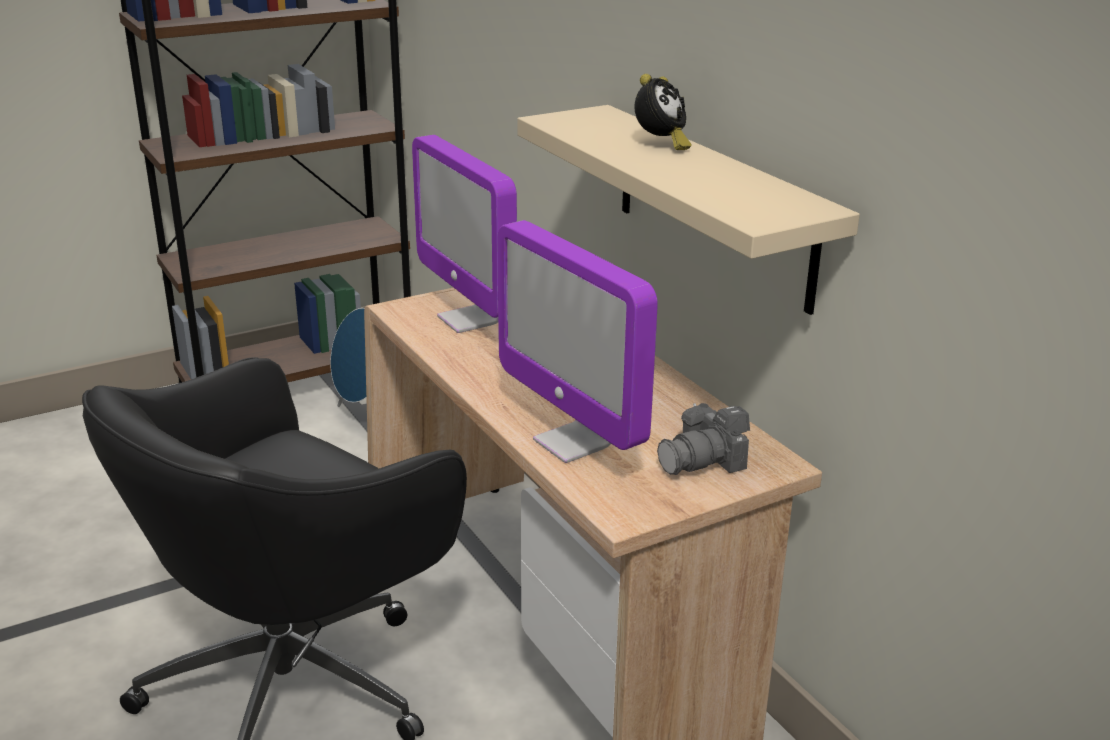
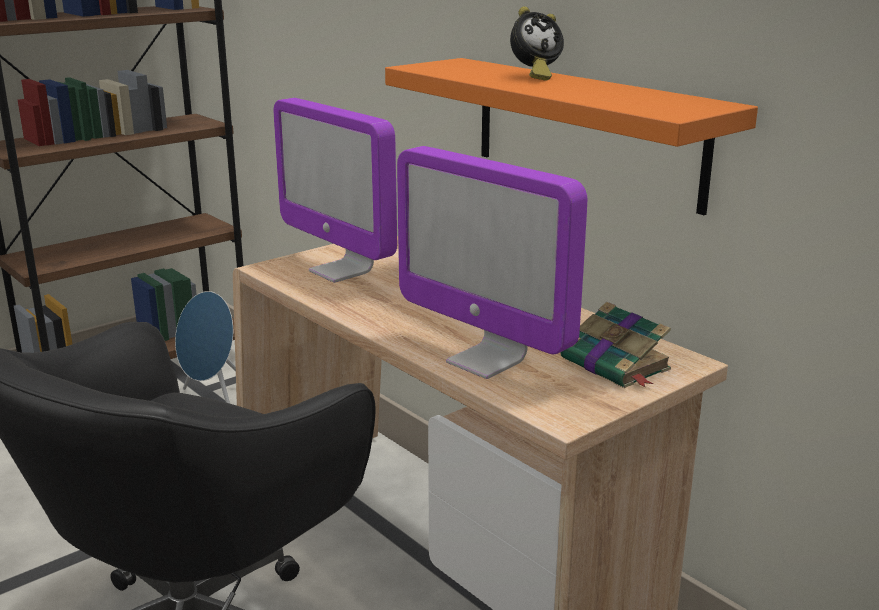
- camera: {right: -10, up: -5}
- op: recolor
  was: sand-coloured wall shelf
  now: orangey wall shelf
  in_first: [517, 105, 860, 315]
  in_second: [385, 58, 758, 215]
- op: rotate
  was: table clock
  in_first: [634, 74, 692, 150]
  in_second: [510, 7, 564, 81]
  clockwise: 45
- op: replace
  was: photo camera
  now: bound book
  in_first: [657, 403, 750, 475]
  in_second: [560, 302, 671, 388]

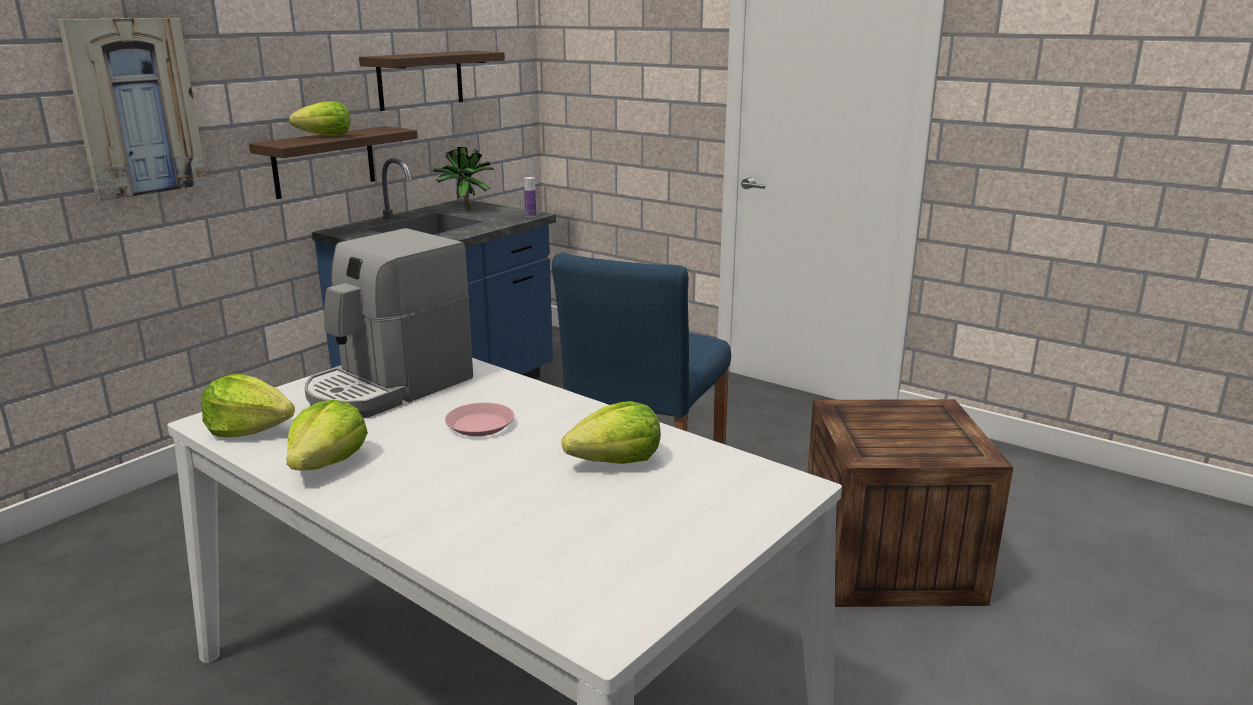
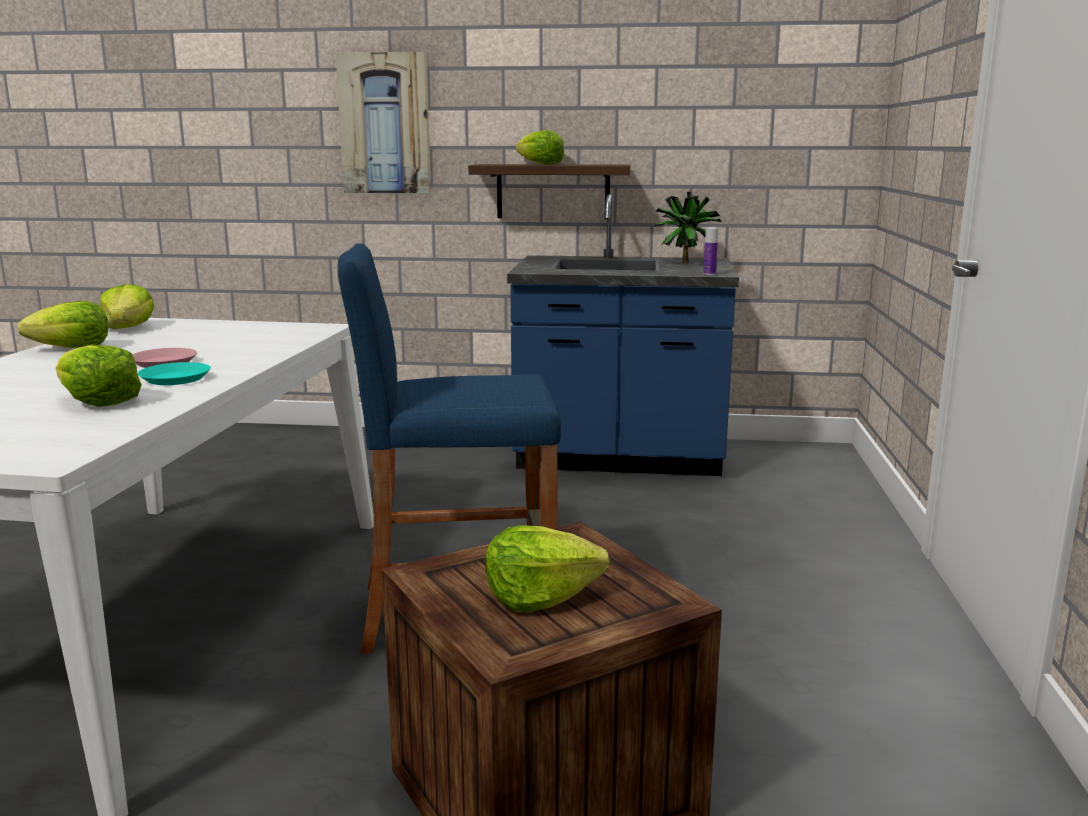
- camera: {right: 60, up: -5}
- op: insert
  now: turquoise plate
  in_second: [138, 362, 211, 385]
- op: insert
  now: lettuce head
  in_second: [485, 525, 609, 612]
- op: delete
  was: coffee machine
  in_first: [305, 228, 473, 418]
- op: delete
  was: wall shelf
  in_first: [359, 51, 505, 111]

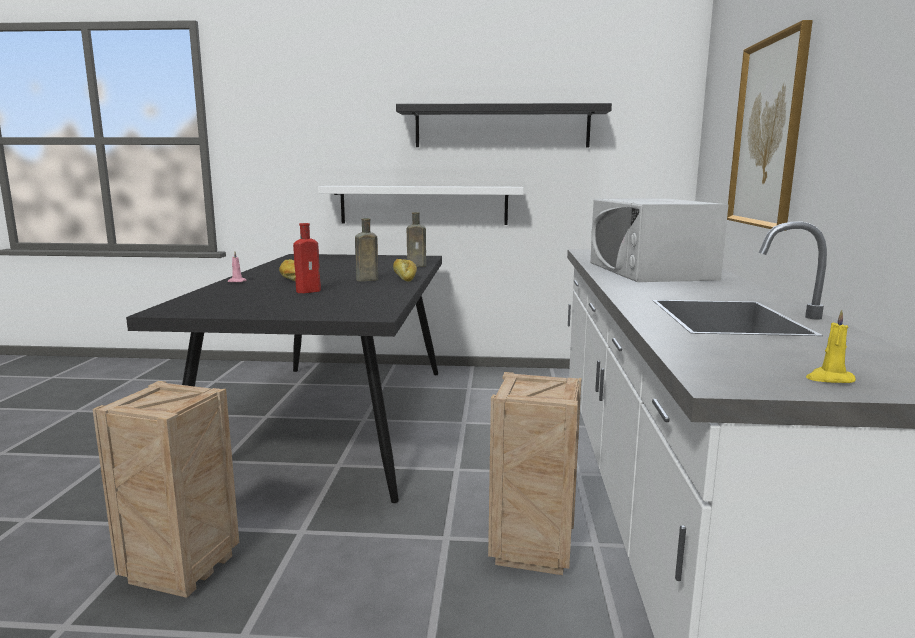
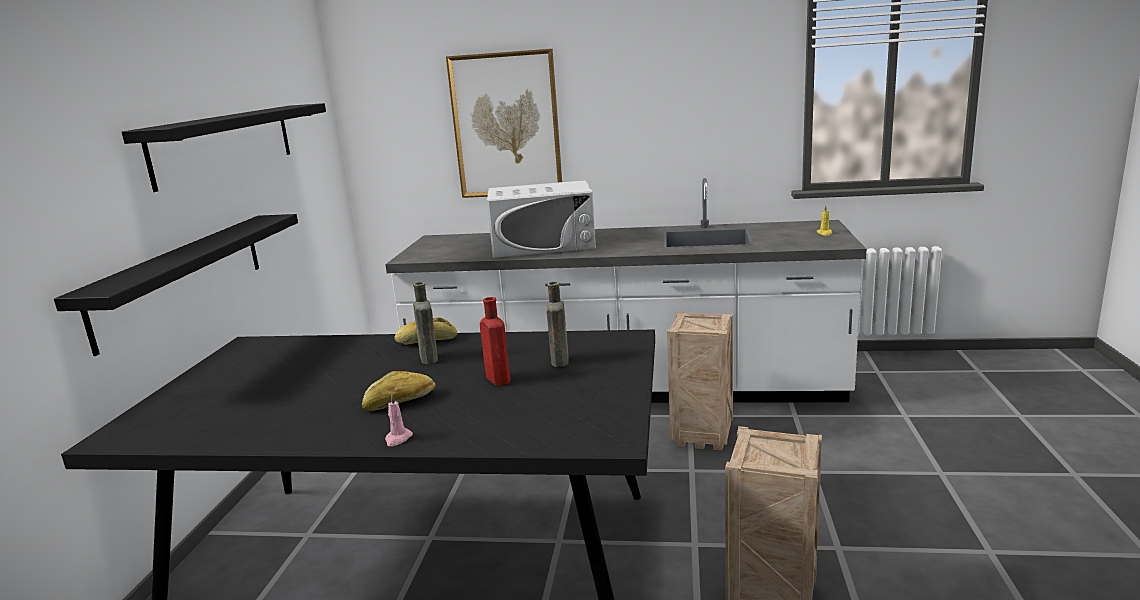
- camera: {right: -85, up: 5}
- op: recolor
  was: whitish wall shelf
  now: black-coloured wall shelf
  in_first: [318, 186, 524, 225]
  in_second: [54, 214, 298, 356]
- op: move
  was: brownish bottle
  in_first: [407, 212, 426, 267]
  in_second: [547, 282, 569, 367]

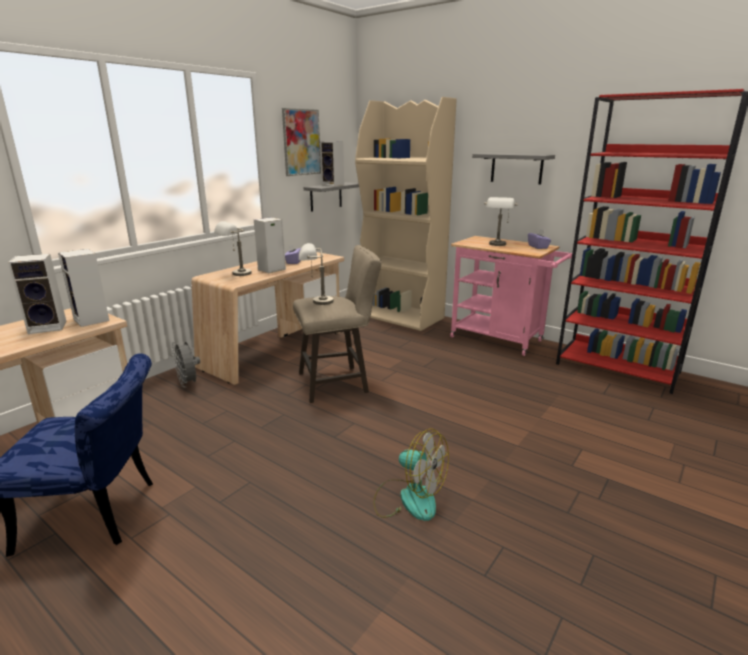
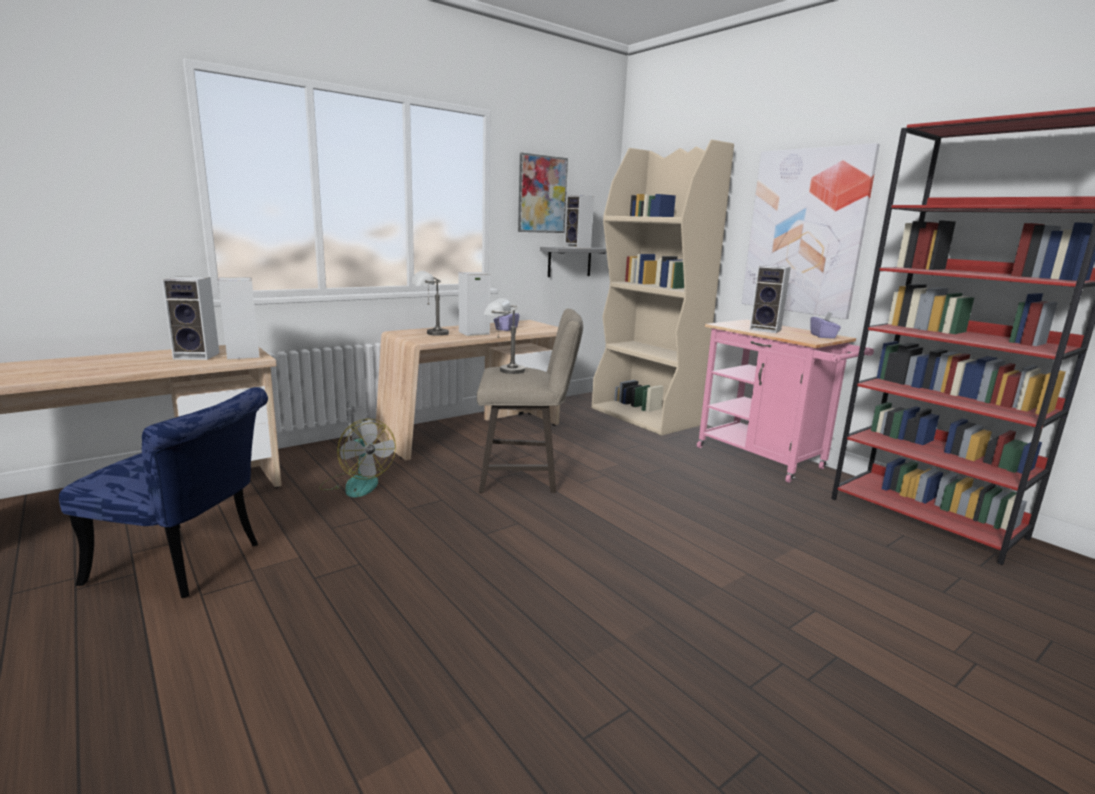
- camera: {right: 15, up: -5}
- op: move
  was: fan
  in_first: [373, 428, 449, 521]
  in_second: [319, 419, 396, 497]
- op: replace
  was: greyish wall shelf
  now: wall art
  in_first: [472, 153, 555, 185]
  in_second: [742, 143, 880, 319]
- op: replace
  was: greyish lamp for a table
  now: audio speaker
  in_first: [484, 197, 518, 246]
  in_second: [750, 265, 791, 333]

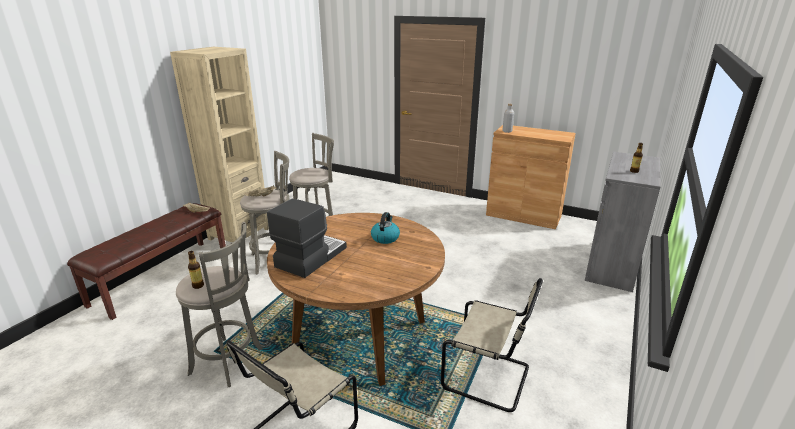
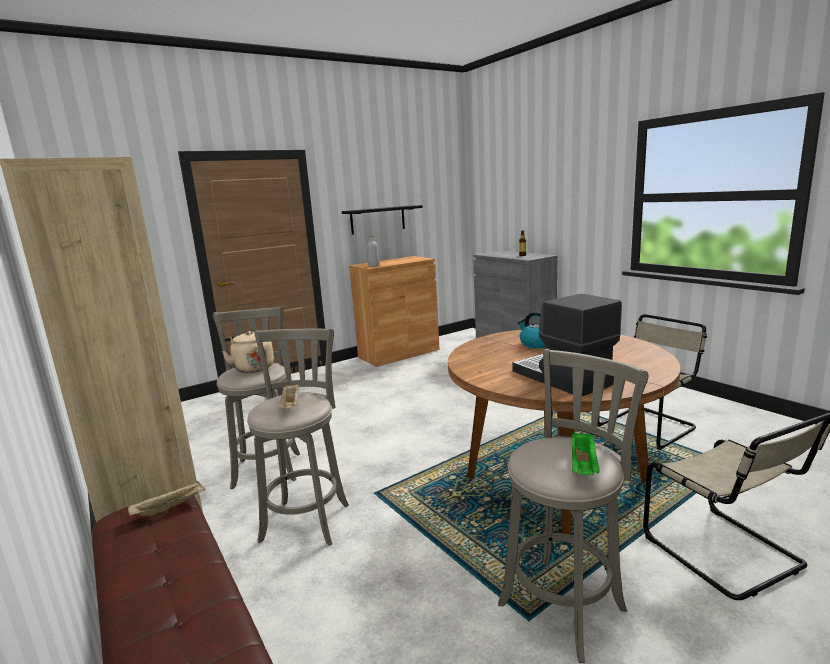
- camera: {right: -60, up: -10}
- op: insert
  now: sand-coloured water kettle
  in_second: [222, 330, 274, 373]
- op: insert
  now: black-coloured wall shelf
  in_second: [342, 205, 423, 235]
- op: replace
  was: bottle
  now: greenish tray
  in_first: [188, 251, 204, 289]
  in_second: [572, 431, 600, 475]

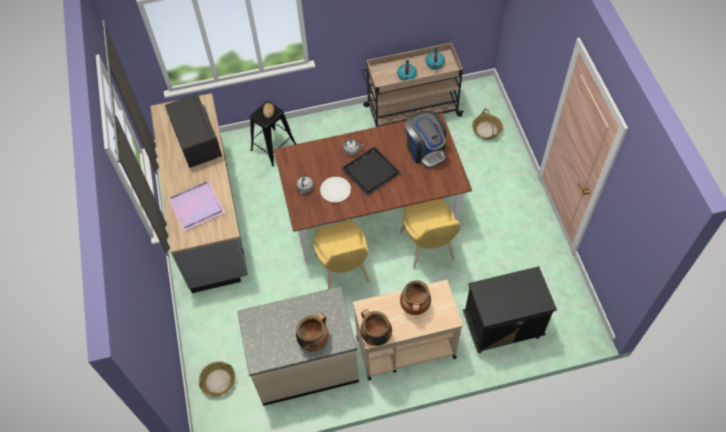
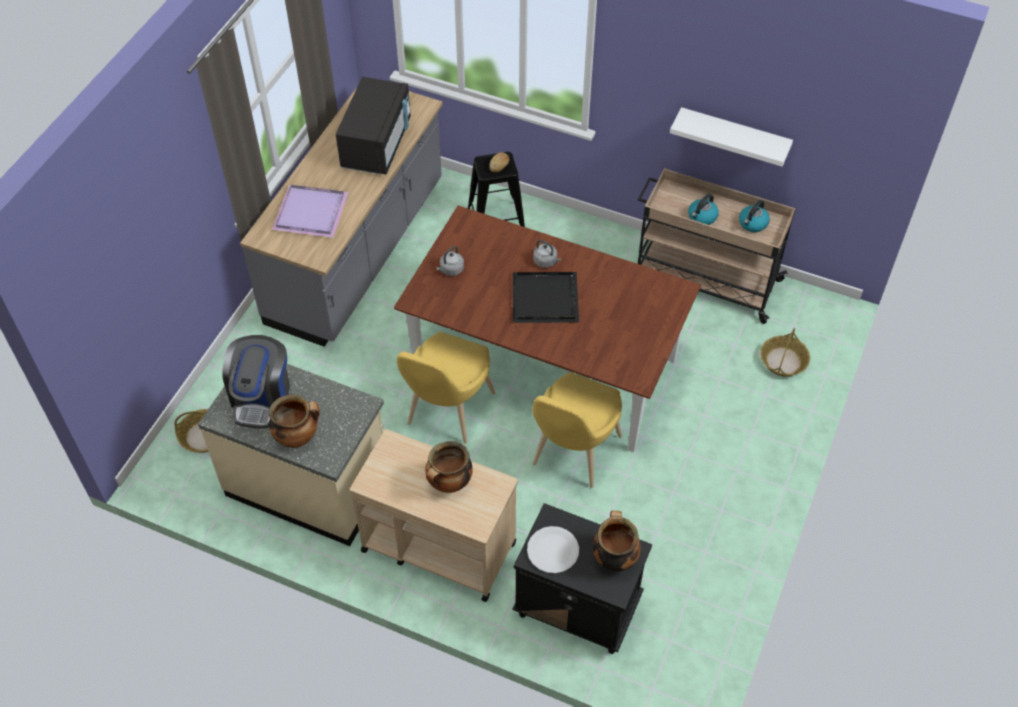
- camera: {right: 35, up: -5}
- op: move
  was: coffee machine
  in_first: [405, 111, 446, 168]
  in_second: [222, 335, 290, 428]
- op: move
  was: whitish plate
  in_first: [320, 177, 351, 203]
  in_second: [527, 526, 579, 573]
- op: move
  was: stockpot
  in_first: [360, 309, 392, 346]
  in_second: [593, 510, 641, 571]
- op: insert
  now: whitish wall shelf
  in_second: [670, 107, 793, 166]

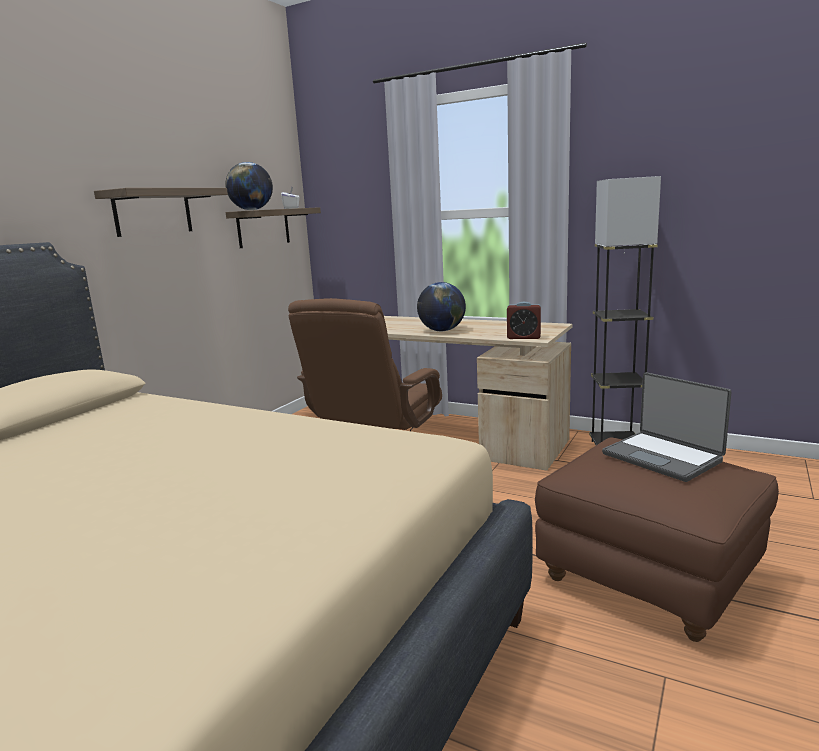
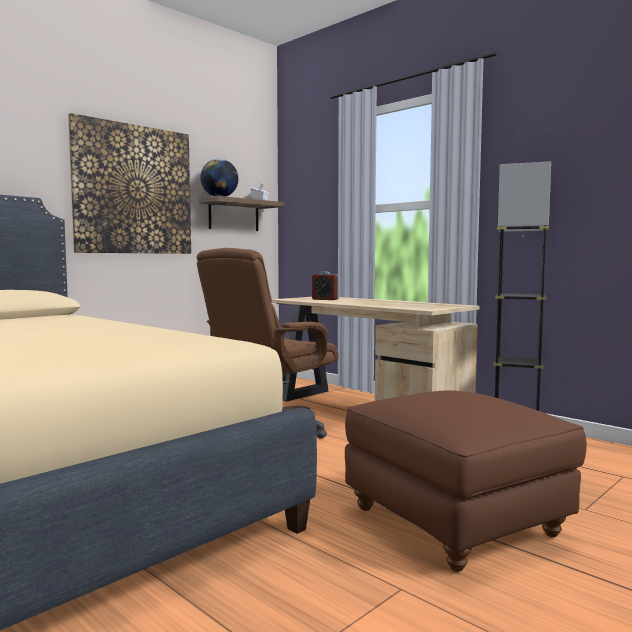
- camera: {right: 15, up: -10}
- op: replace
  was: wall shelf
  now: wall art
  in_first: [94, 188, 228, 237]
  in_second: [68, 113, 191, 254]
- op: move
  was: table clock
  in_first: [507, 302, 541, 339]
  in_second: [312, 272, 339, 300]
- op: delete
  was: globe
  in_first: [417, 282, 466, 331]
- op: delete
  was: portable computer
  in_first: [602, 372, 731, 482]

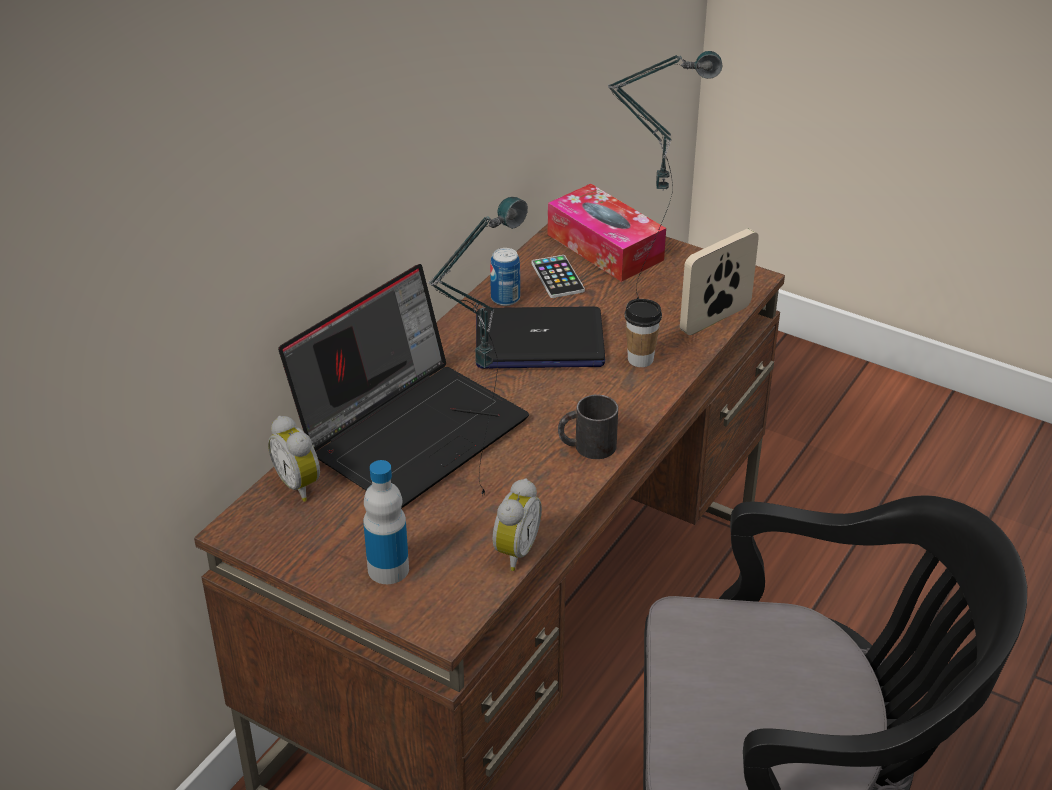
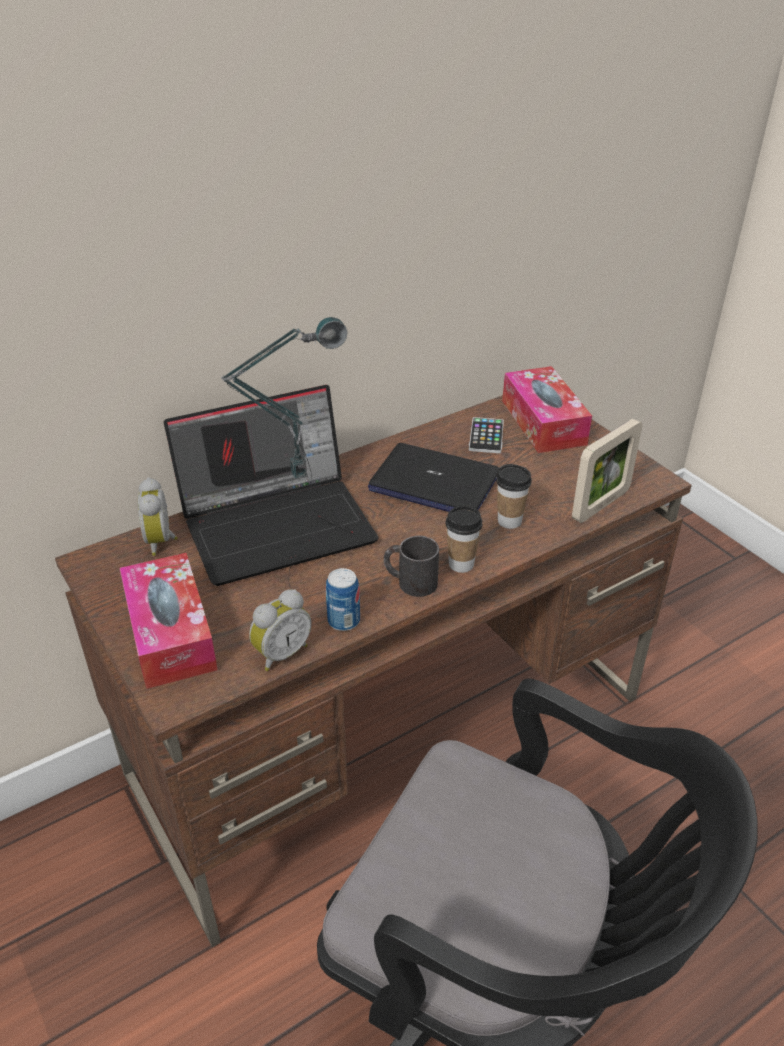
- camera: {right: 25, up: 0}
- op: replace
  was: bottle
  now: tissue holder
  in_first: [363, 460, 409, 584]
  in_second: [120, 553, 218, 689]
- op: move
  was: can
  in_first: [490, 248, 520, 306]
  in_second: [326, 568, 360, 631]
- op: insert
  now: small cup
  in_second: [445, 505, 483, 573]
- op: rotate
  was: picture frame
  in_first: [680, 228, 759, 335]
  in_second: [572, 419, 642, 523]
  clockwise: 150
- op: delete
  was: lamp for a table
  in_first: [608, 51, 722, 299]

